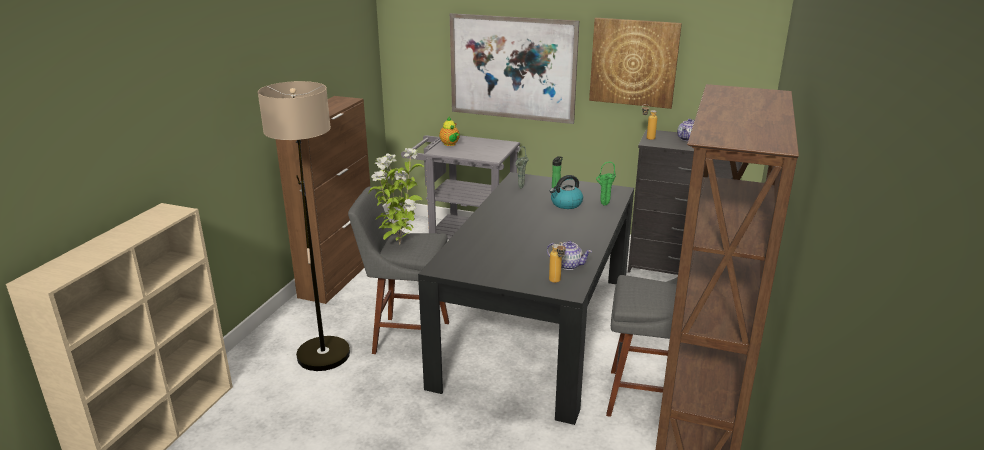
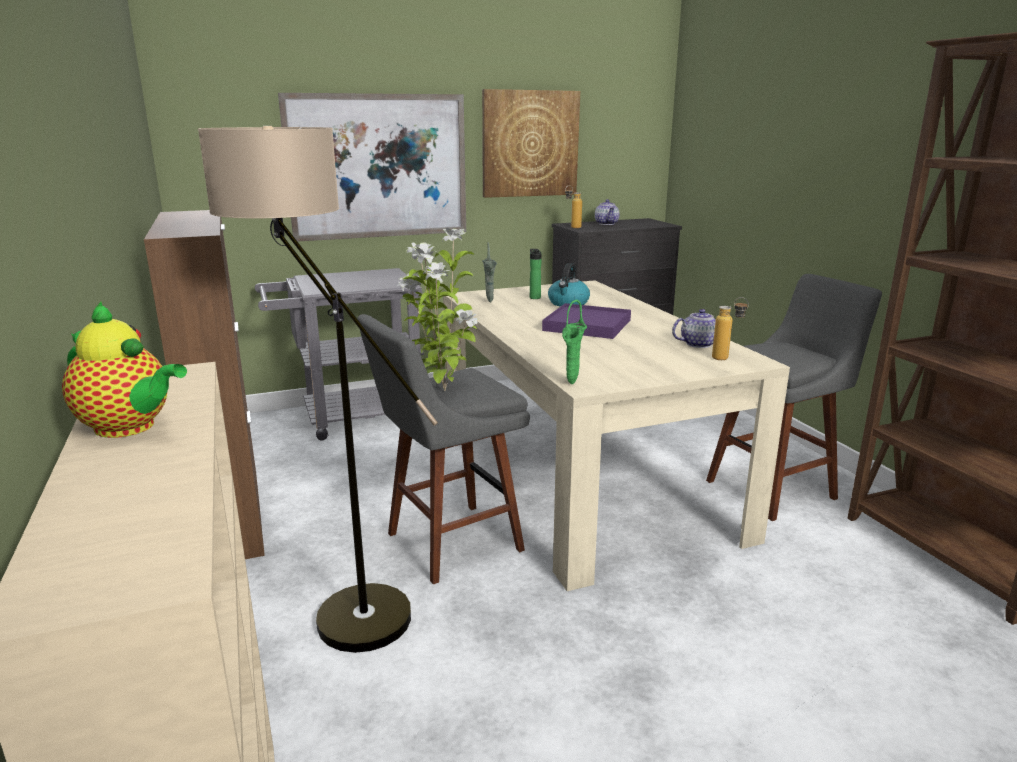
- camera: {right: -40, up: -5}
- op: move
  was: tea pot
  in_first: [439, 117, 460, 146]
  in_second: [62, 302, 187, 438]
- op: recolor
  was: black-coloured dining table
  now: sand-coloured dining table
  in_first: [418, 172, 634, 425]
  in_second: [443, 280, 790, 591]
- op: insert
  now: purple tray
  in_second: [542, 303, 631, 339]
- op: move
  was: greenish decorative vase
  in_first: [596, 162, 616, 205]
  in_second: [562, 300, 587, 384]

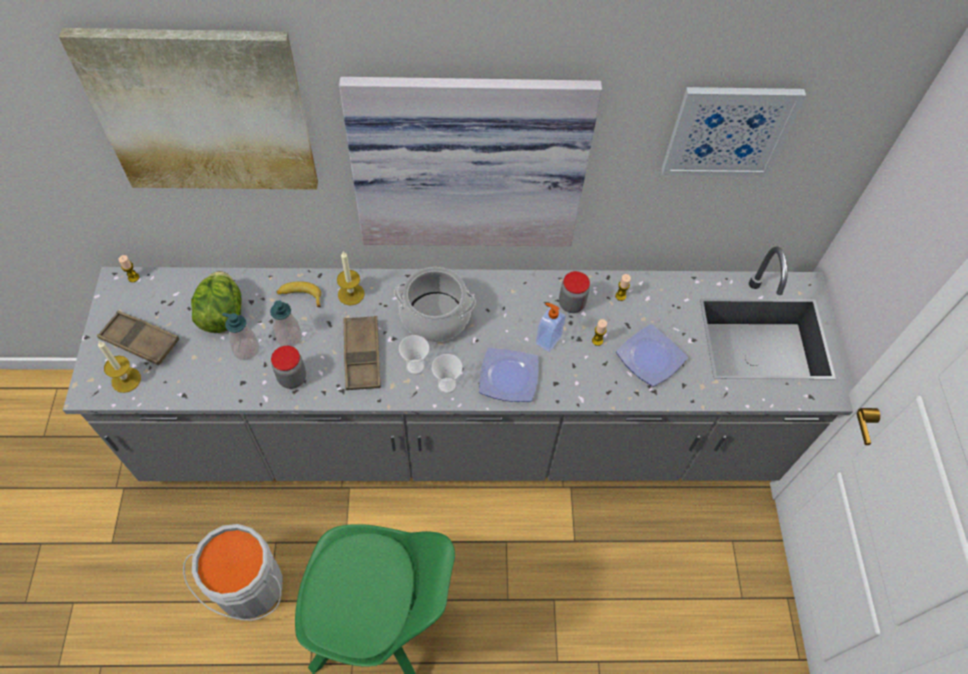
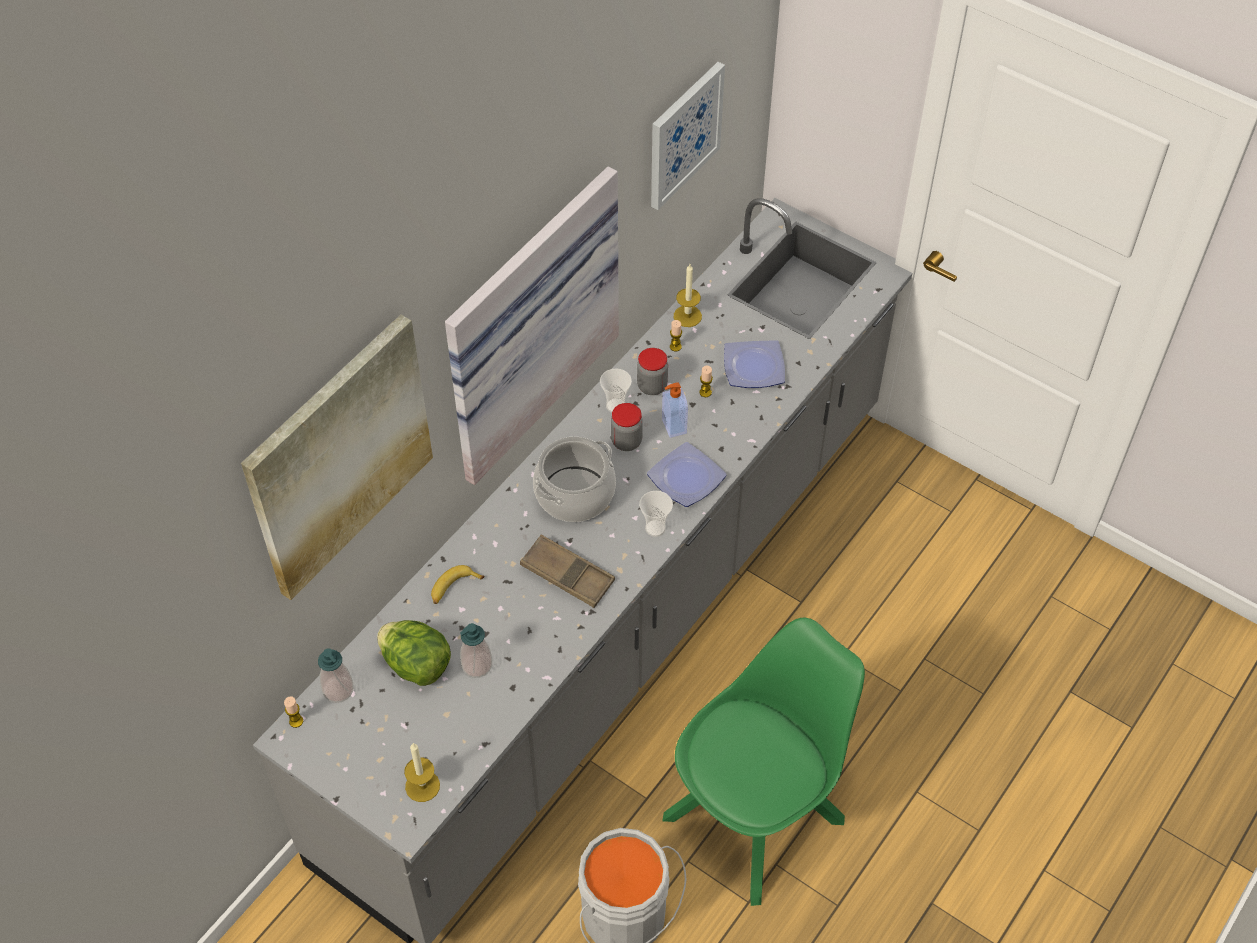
- camera: {right: -50, up: -5}
- op: move
  was: liquid soap bottle
  in_first: [270, 300, 302, 346]
  in_second: [318, 648, 354, 703]
- op: move
  was: small cup
  in_first: [399, 335, 429, 375]
  in_second: [600, 369, 632, 413]
- op: move
  was: preserve jar
  in_first: [271, 346, 306, 389]
  in_second: [611, 403, 643, 451]
- op: move
  was: wax light
  in_first: [337, 251, 365, 305]
  in_second: [674, 264, 702, 327]
- op: delete
  was: brownish tray
  in_first: [97, 311, 179, 365]

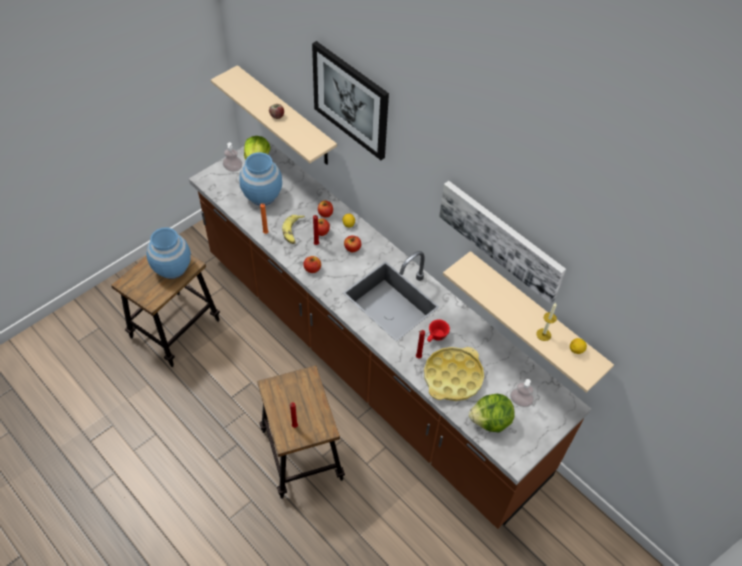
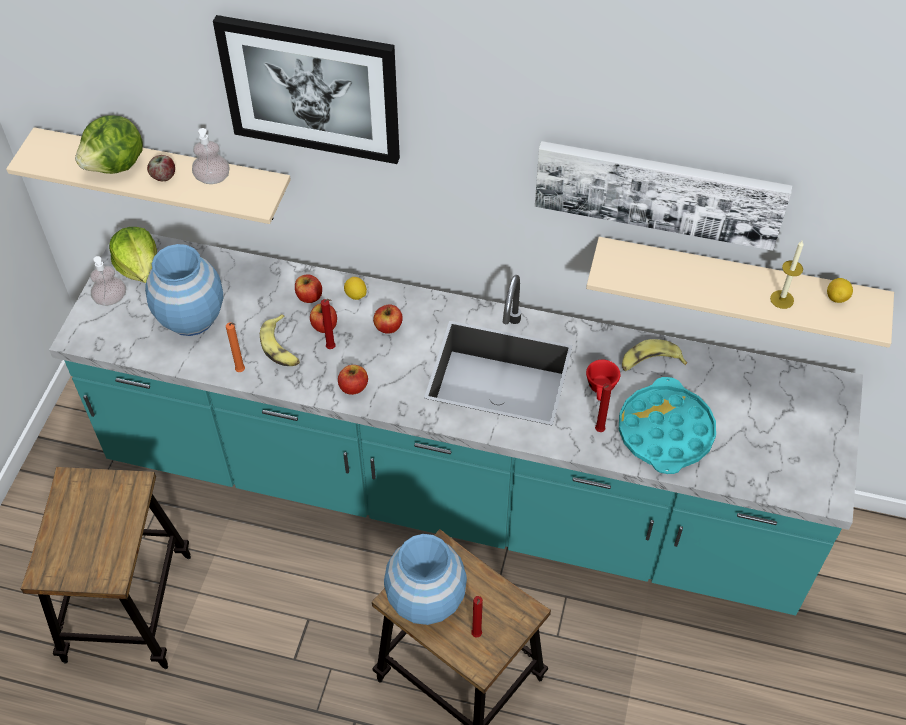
- camera: {right: -30, up: 0}
- op: recolor
  was: brownish counter
  now: turquoise counter
  in_first: [189, 136, 591, 529]
  in_second: [49, 227, 863, 615]
- op: move
  was: lettuce head
  in_first: [469, 394, 514, 432]
  in_second: [75, 115, 143, 174]
- op: move
  was: liquid soap bottle
  in_first: [510, 379, 534, 407]
  in_second: [192, 128, 230, 184]
- op: move
  was: bluish decorative vase
  in_first: [146, 227, 191, 279]
  in_second: [384, 534, 467, 625]
- op: recolor
  was: yellow-coloured tray
  now: turquoise tray
  in_first: [424, 347, 484, 401]
  in_second: [619, 377, 716, 474]
- op: insert
  now: banana
  in_second: [622, 339, 687, 371]

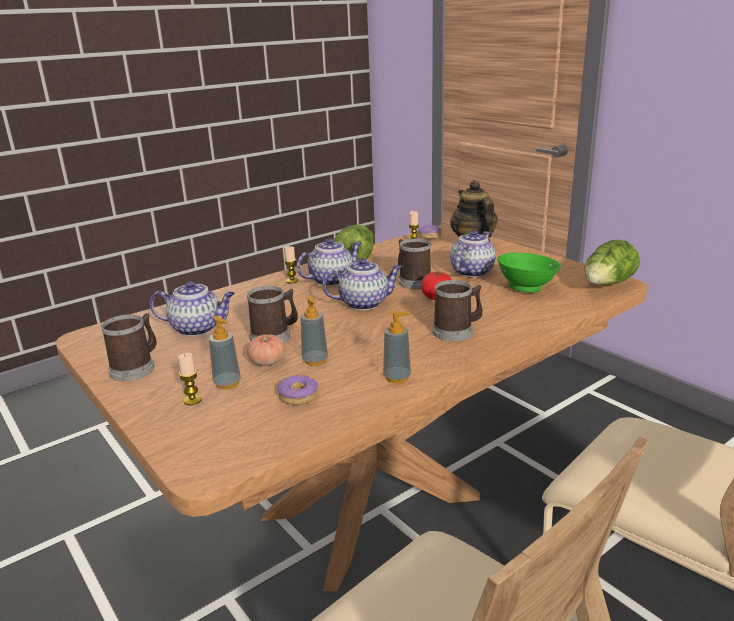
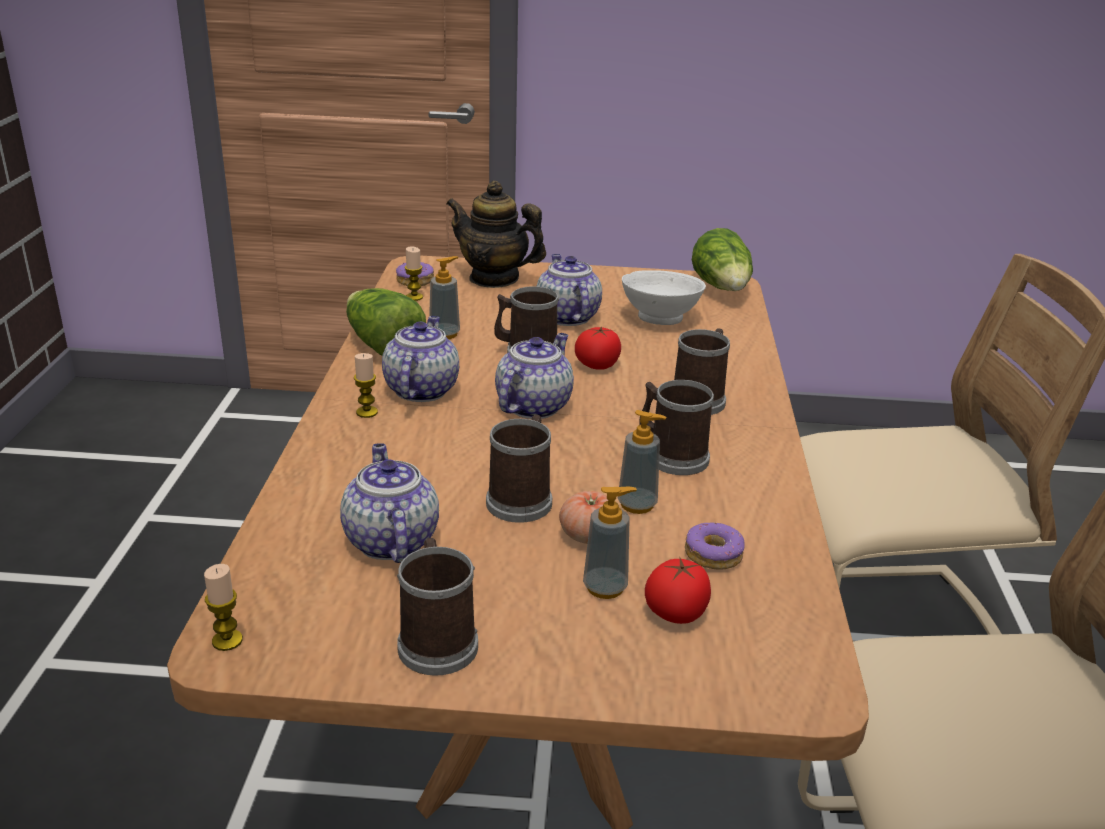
- camera: {right: -50, up: 5}
- op: move
  was: wax light
  in_first: [178, 353, 202, 405]
  in_second: [204, 564, 243, 651]
- op: rotate
  was: tea pot
  in_first: [149, 281, 235, 336]
  in_second: [340, 443, 439, 563]
  clockwise: -60
- op: move
  was: liquid soap bottle
  in_first: [383, 310, 411, 383]
  in_second: [429, 256, 460, 339]
- op: recolor
  was: greenish bowl
  now: whitish bowl
  in_first: [498, 252, 561, 293]
  in_second: [622, 270, 706, 325]
- op: insert
  now: mug
  in_second: [639, 380, 714, 475]
- op: insert
  now: fresh tomato
  in_second: [645, 558, 711, 624]

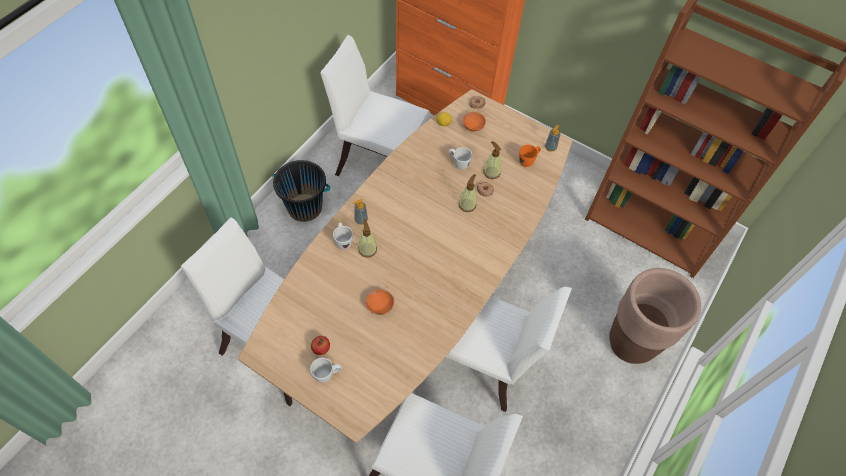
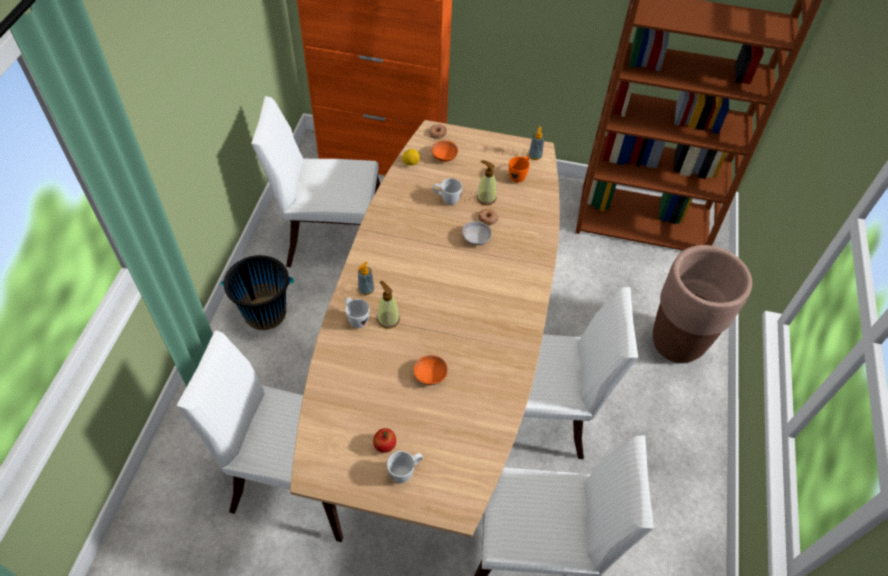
- camera: {right: -20, up: -5}
- op: replace
  was: liquid soap bottle
  now: greyish bowl
  in_first: [459, 174, 477, 212]
  in_second: [462, 221, 492, 245]

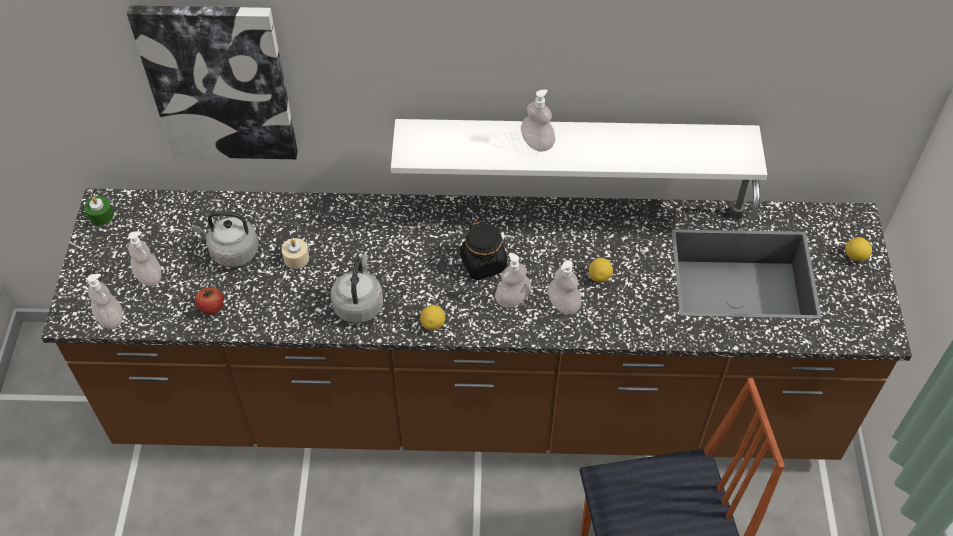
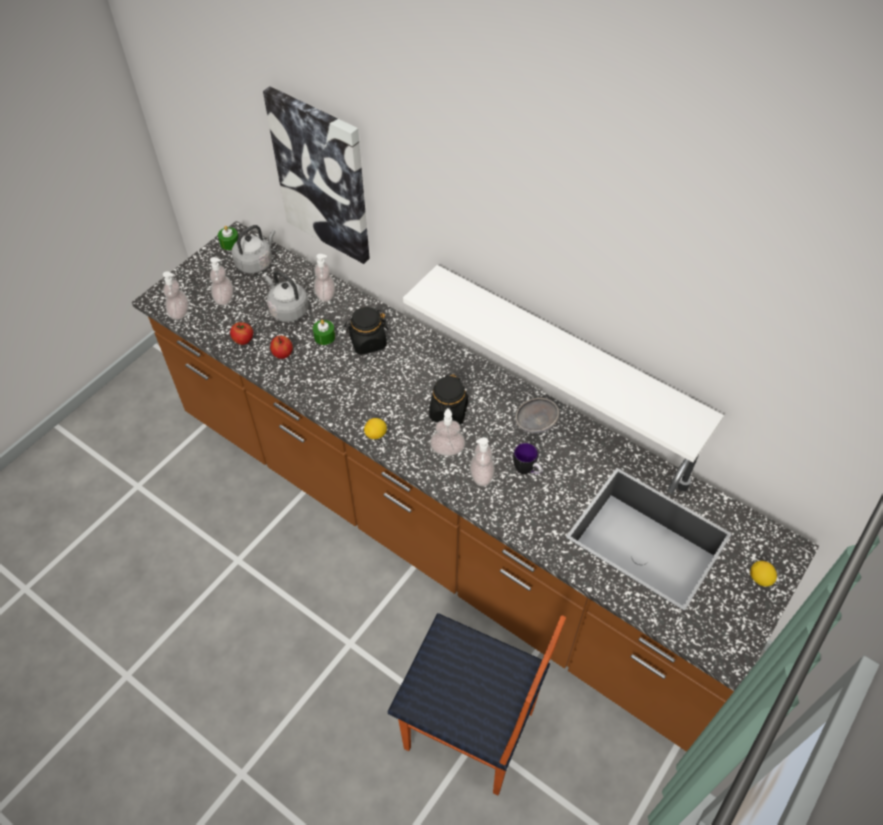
- camera: {right: 35, up: 0}
- op: move
  was: greyish water kettle
  in_first: [331, 254, 383, 323]
  in_second: [232, 225, 276, 274]
- op: insert
  now: whole apple
  in_second: [270, 336, 293, 359]
- op: recolor
  was: sand-coloured wax light
  now: greenish wax light
  in_first: [282, 238, 309, 269]
  in_second: [313, 320, 335, 345]
- op: move
  was: liquid soap bottle
  in_first: [521, 89, 555, 152]
  in_second: [314, 254, 335, 302]
- op: insert
  now: black-coloured preserve jar
  in_second: [344, 307, 388, 355]
- op: replace
  was: whole lemon
  now: mug
  in_first: [589, 258, 613, 283]
  in_second: [513, 443, 542, 474]
- op: insert
  now: greyish bowl
  in_second: [515, 398, 559, 434]

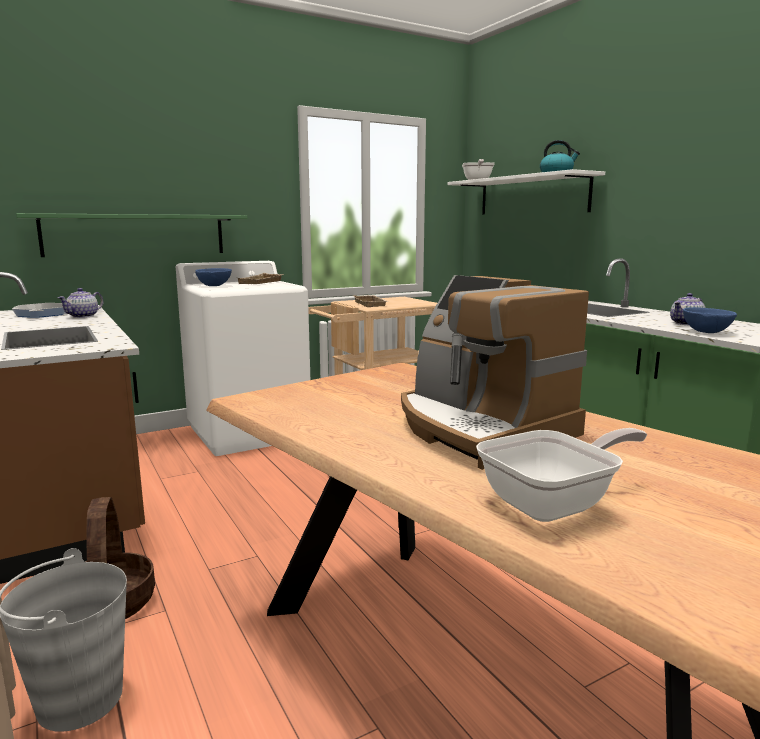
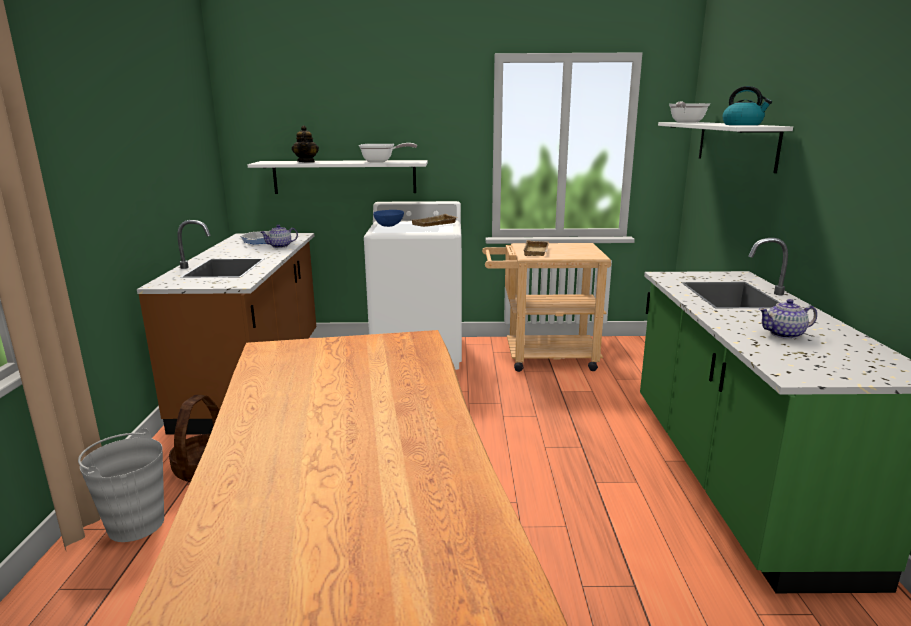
- camera: {right: 30, up: 5}
- op: recolor
  was: greenish wall shelf
  now: whitish wall shelf
  in_first: [16, 213, 247, 257]
  in_second: [247, 160, 428, 194]
- op: insert
  now: tea pot
  in_second: [292, 126, 319, 163]
- op: move
  was: frying pan
  in_first: [476, 428, 647, 522]
  in_second: [359, 143, 417, 162]
- op: delete
  was: coffee machine
  in_first: [401, 275, 589, 470]
- op: delete
  was: bluish bowl
  in_first: [683, 307, 737, 333]

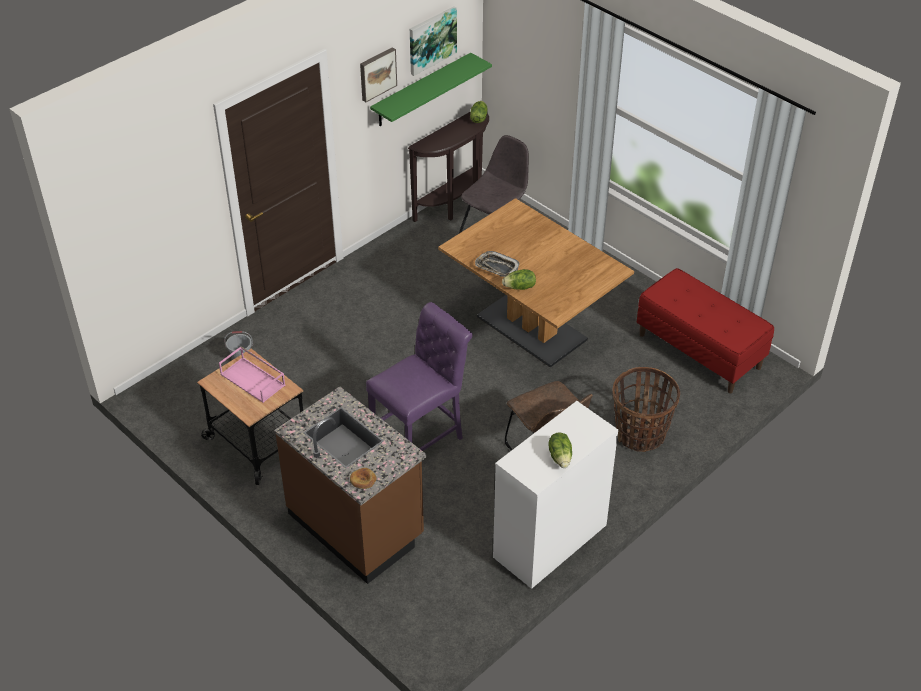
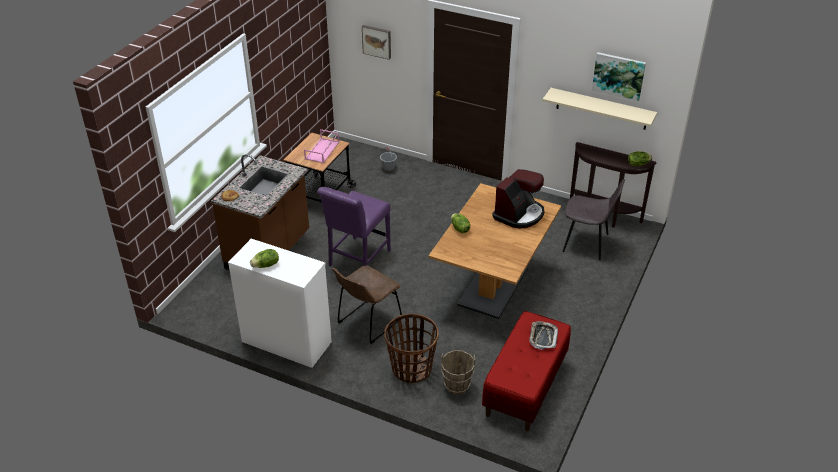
- camera: {right: 70, up: -5}
- op: rotate
  was: purple plain chair
  in_first: [366, 302, 473, 451]
  in_second: [317, 187, 391, 266]
  clockwise: 90
- op: move
  was: wall art
  in_first: [360, 47, 397, 102]
  in_second: [362, 25, 391, 60]
- op: insert
  now: brownish pail
  in_second: [441, 350, 475, 395]
- op: insert
  now: coffee machine
  in_second: [492, 169, 544, 228]
- op: move
  was: tray
  in_first: [475, 251, 520, 277]
  in_second: [529, 321, 558, 350]
- op: recolor
  was: greenish wall shelf
  now: sand-coloured wall shelf
  in_first: [370, 53, 492, 126]
  in_second: [543, 88, 657, 130]

